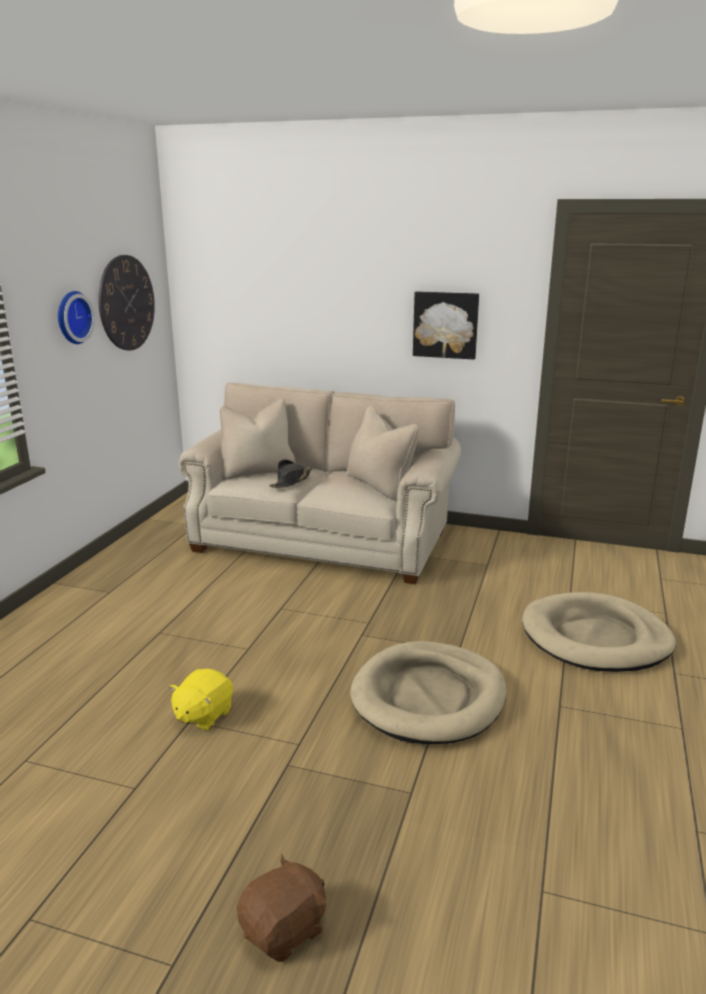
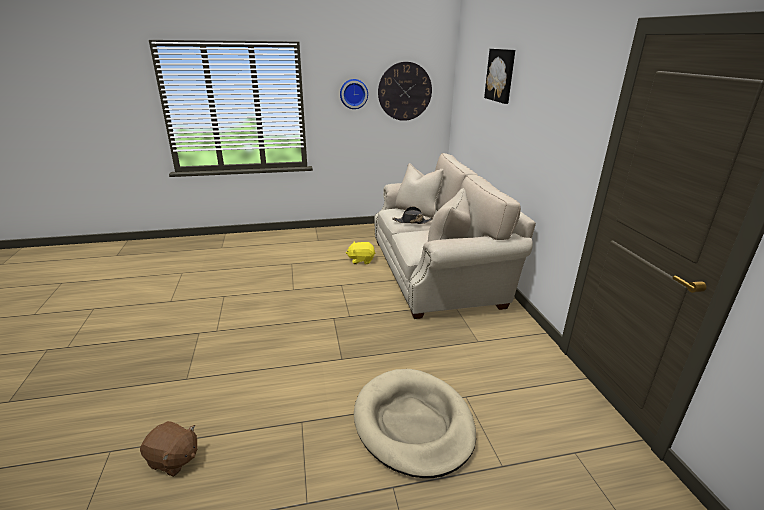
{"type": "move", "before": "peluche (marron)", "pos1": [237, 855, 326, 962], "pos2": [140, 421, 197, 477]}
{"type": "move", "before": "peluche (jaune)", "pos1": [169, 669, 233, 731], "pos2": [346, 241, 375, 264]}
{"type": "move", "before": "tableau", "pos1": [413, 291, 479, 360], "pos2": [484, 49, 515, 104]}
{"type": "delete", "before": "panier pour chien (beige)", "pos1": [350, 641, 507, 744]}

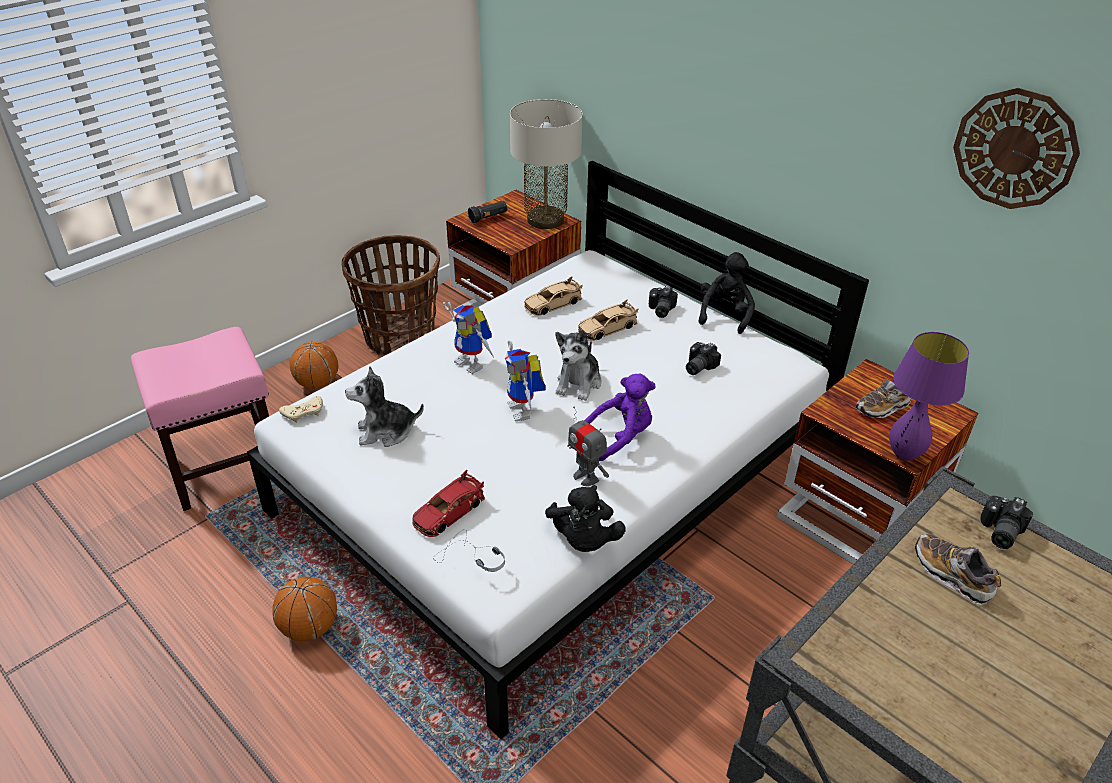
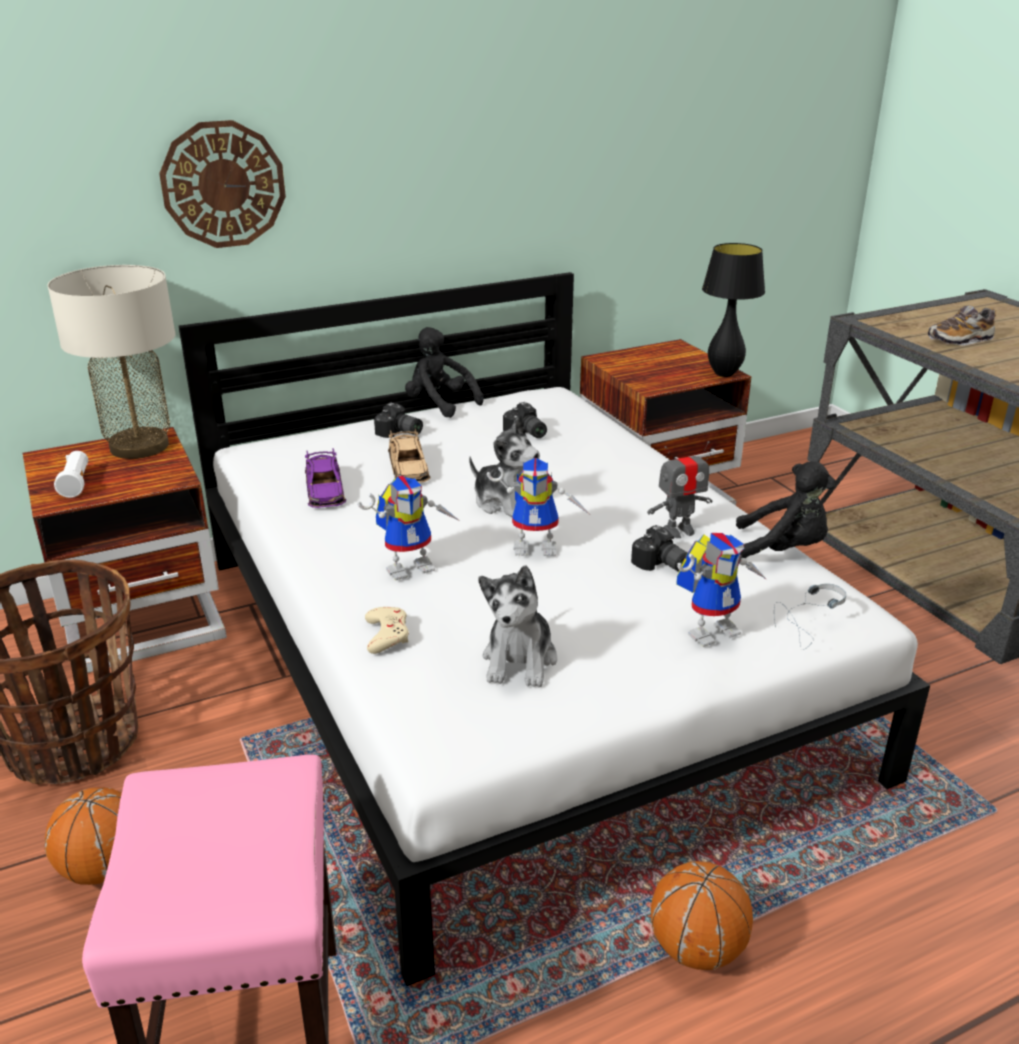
{"type": "recolor", "before": "lampe de poche (noir)", "after": "lampe de poche (blanc)", "pos1": [468, 201, 508, 223], "pos2": [54, 451, 88, 498]}
{"type": "move", "before": "horloge murale", "pos1": [953, 88, 1080, 209], "pos2": [159, 120, 286, 248]}
{"type": "recolor", "before": "petite voiture (beige)", "after": "petite voiture (violet)", "pos1": [524, 276, 583, 316], "pos2": [305, 448, 346, 508]}
{"type": "move", "before": "manette (beige)", "pos1": [279, 396, 323, 423], "pos2": [365, 607, 409, 654]}
{"type": "move", "before": "appareil photo", "pos1": [980, 496, 1033, 549], "pos2": [631, 525, 688, 572]}
{"type": "replace", "before": "petite voiture (rouge)", "after": "robot jouet", "pos1": [412, 470, 485, 537], "pos2": [676, 533, 766, 647]}
{"type": "recolor", "before": "lampe de table (violet)", "after": "lampe de table (noir)", "pos1": [889, 332, 969, 461], "pos2": [702, 243, 765, 377]}
{"type": "delete", "before": "peluche (violet)", "pos1": [584, 374, 656, 461]}
{"type": "delete", "before": "chaussure", "pos1": [856, 379, 911, 418]}

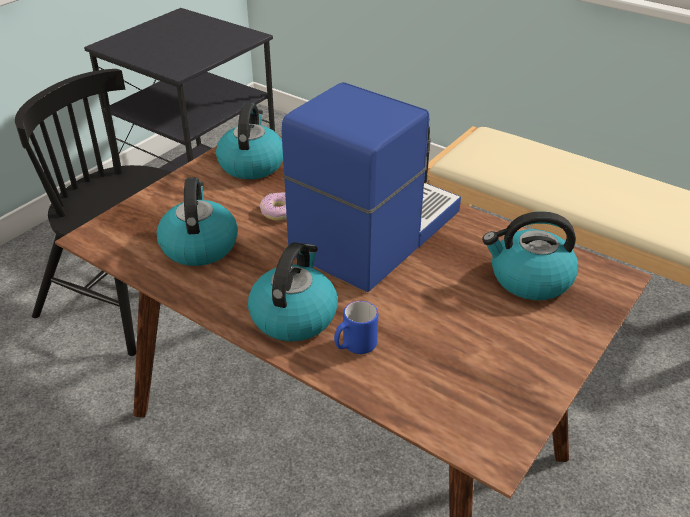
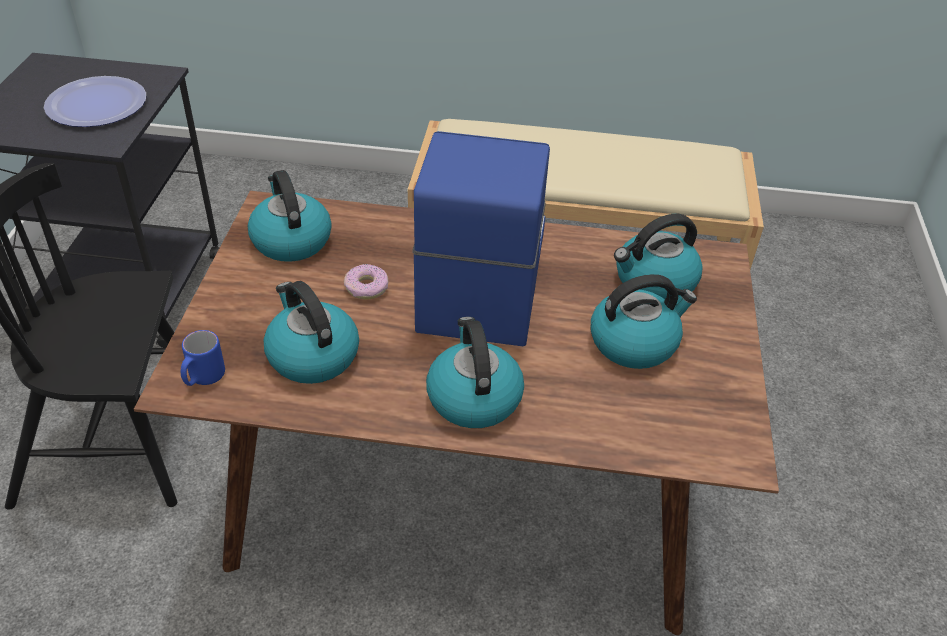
{"type": "insert", "after": "assiette", "pos2": [44, 76, 146, 127]}
{"type": "move", "before": "mug (bleu)", "pos1": [334, 301, 378, 354], "pos2": [181, 330, 225, 386]}
{"type": "insert", "after": "bouilloire", "pos2": [591, 274, 697, 369]}

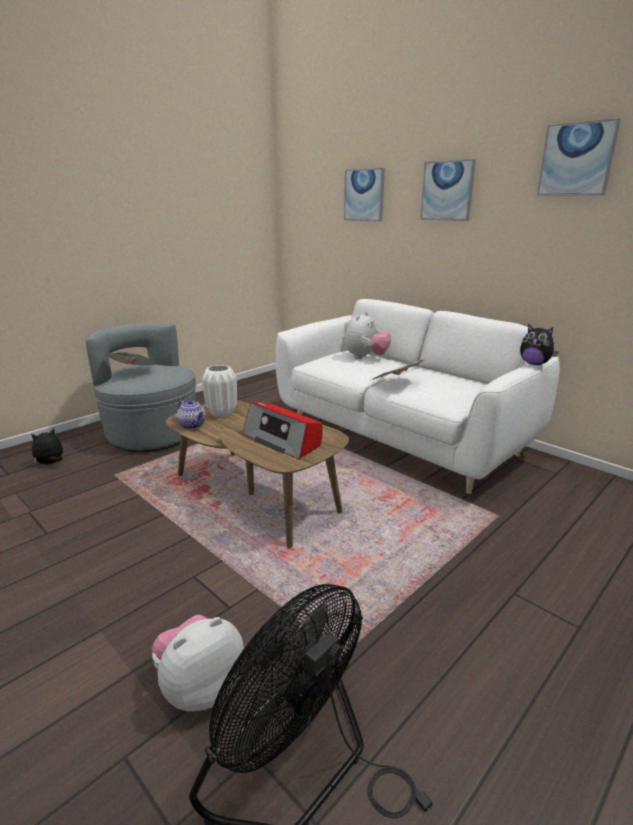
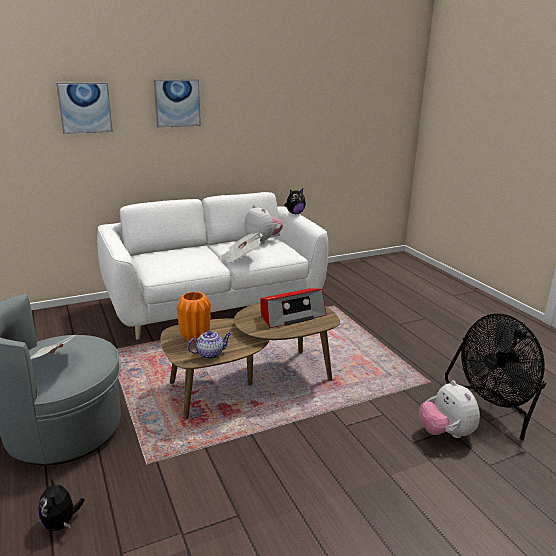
{"type": "recolor", "before": "vase (blanc)", "after": "vase (orange)", "pos1": [202, 365, 237, 417], "pos2": [177, 292, 211, 343]}
{"type": "move", "before": "peluche", "pos1": [345, 312, 391, 359], "pos2": [244, 205, 283, 244]}
{"type": "delete", "before": "tableau", "pos1": [537, 118, 621, 196]}

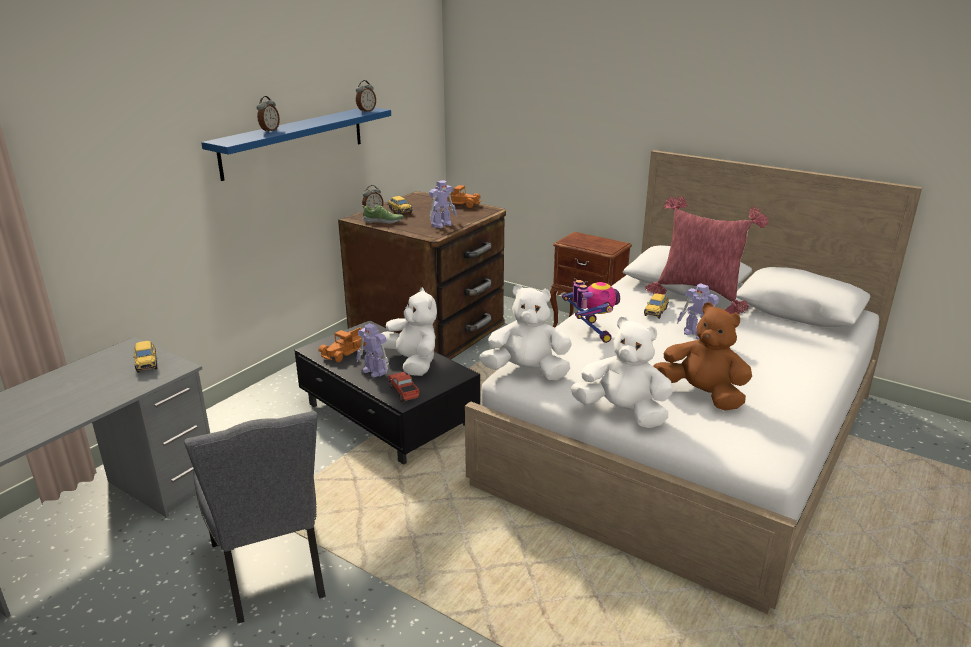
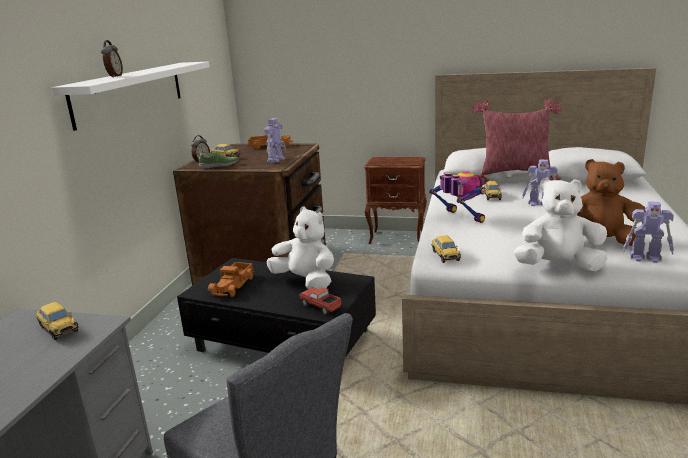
{"type": "recolor", "before": "étagère (bleu)", "after": "étagère (blanc)", "pos1": [201, 108, 391, 181], "pos2": [51, 62, 210, 131]}
{"type": "replace", "before": "peluche (blanc)", "after": "petite voiture", "pos1": [479, 284, 572, 380], "pos2": [431, 235, 461, 263]}
{"type": "move", "before": "robot jouet", "pos1": [356, 323, 389, 377], "pos2": [623, 201, 674, 263]}
{"type": "delete", "before": "réveil", "pos1": [356, 80, 376, 113]}

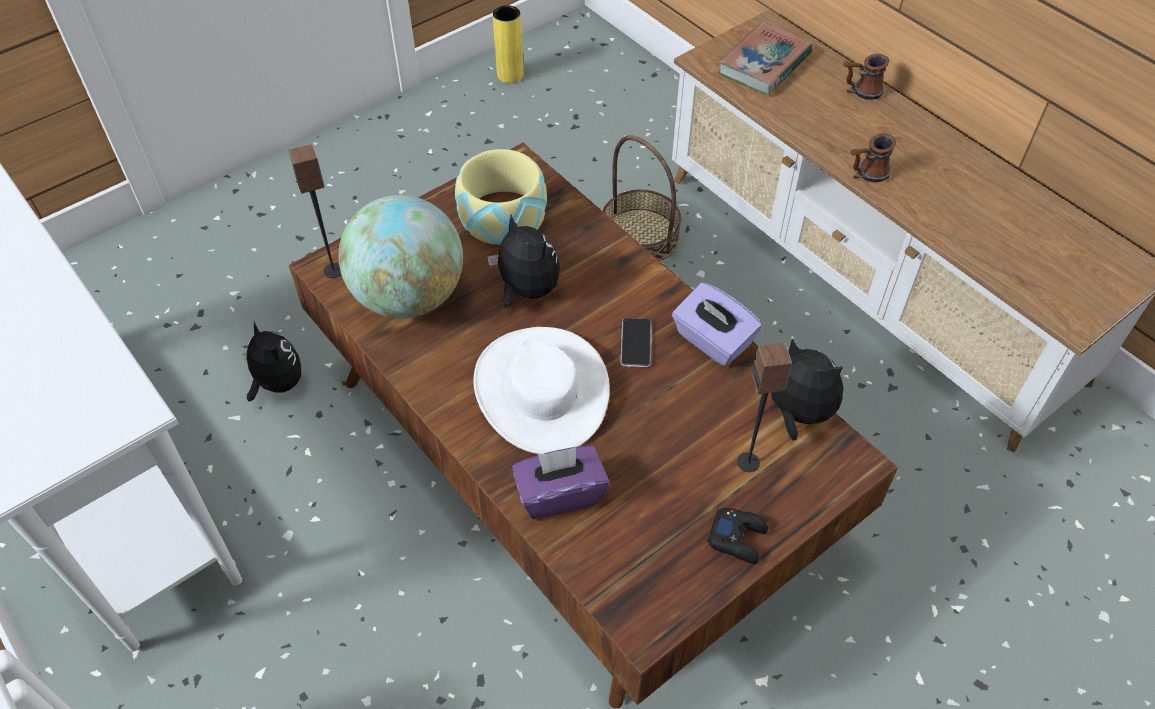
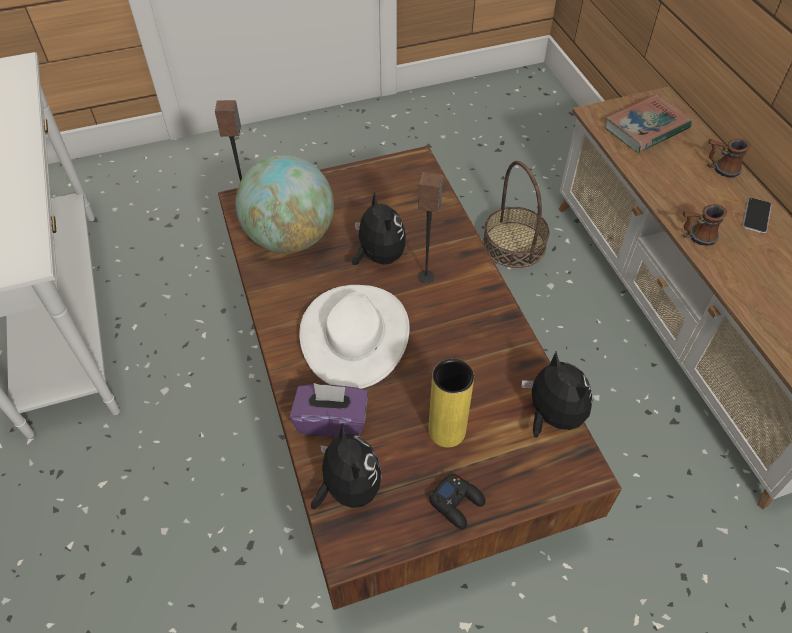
{"type": "move", "before": "peluche", "pos1": [242, 321, 301, 401], "pos2": [311, 424, 382, 509]}
{"type": "move", "before": "enceinte", "pos1": [737, 343, 792, 472], "pos2": [418, 172, 443, 283]}
{"type": "move", "before": "vase (jaune)", "pos1": [493, 5, 523, 83], "pos2": [428, 359, 474, 448]}
{"type": "move", "before": "téléphone", "pos1": [621, 318, 652, 367], "pos2": [743, 198, 771, 234]}
{"type": "delete", "before": "bol", "pos1": [455, 149, 547, 245]}
{"type": "delete", "before": "boîte à mouchoirs (violet)", "pos1": [672, 282, 762, 366]}

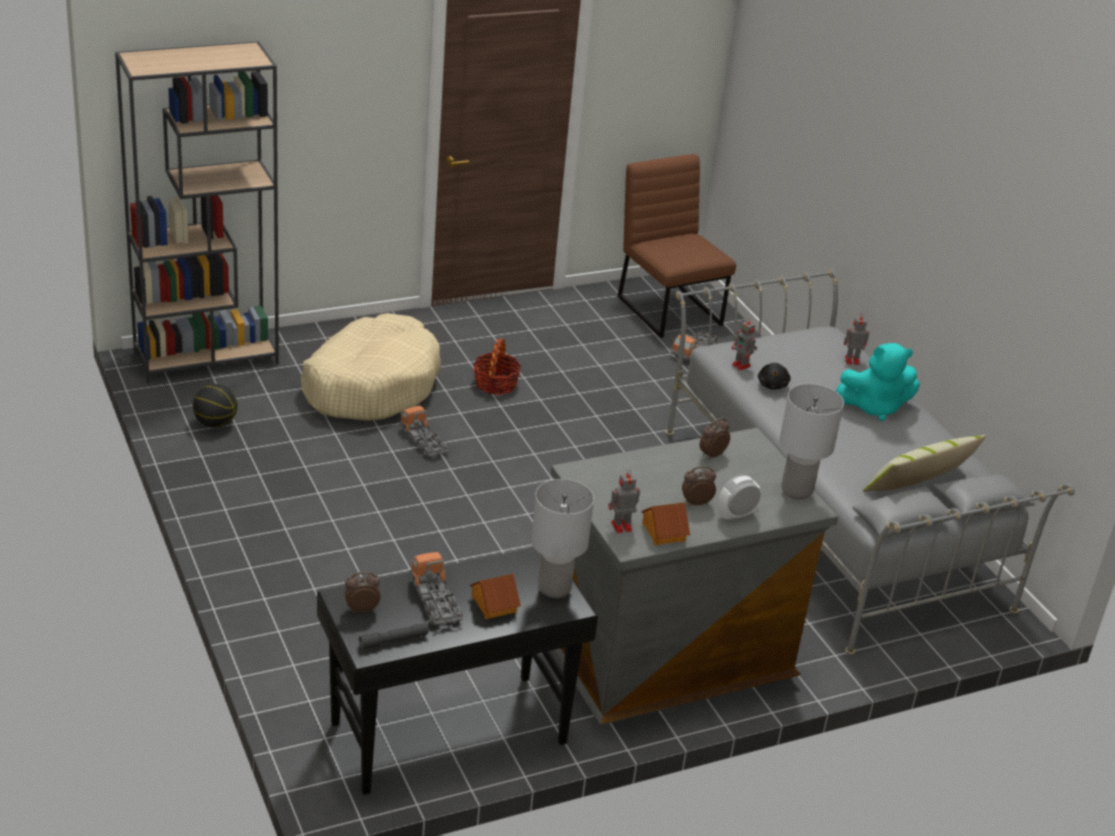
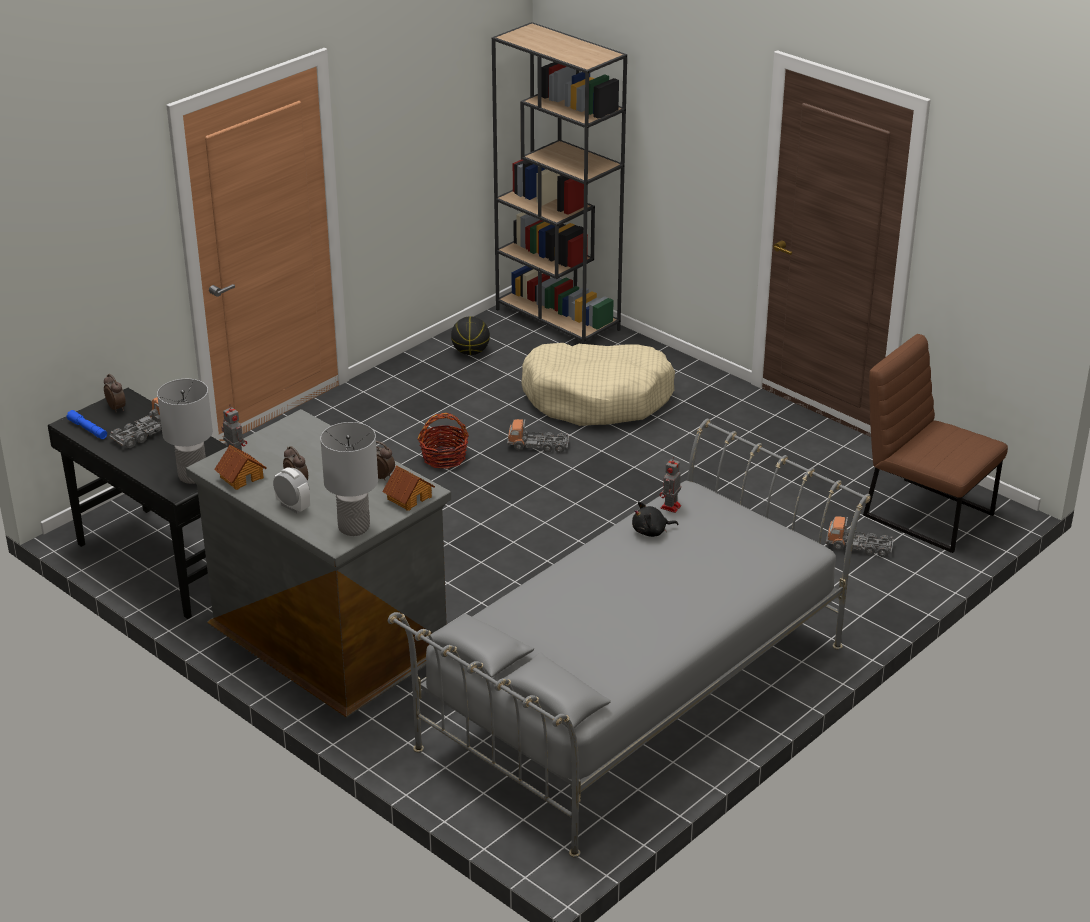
{"type": "recolor", "before": "lampe de poche (gris)", "after": "lampe de poche (bleu)", "pos1": [359, 623, 428, 650], "pos2": [67, 410, 107, 439]}
{"type": "move", "before": "maison miniature", "pos1": [470, 573, 521, 619], "pos2": [382, 465, 435, 511]}
{"type": "move", "before": "panier", "pos1": [473, 339, 522, 395], "pos2": [418, 413, 469, 469]}
{"type": "rotate", "before": "camion jouet", "pos1": [400, 406, 449, 458], "pos2": [507, 419, 569, 453], "turn": -120}
{"type": "rotate", "before": "chaise (marron)", "pos1": [617, 154, 736, 338], "pos2": [863, 334, 1008, 553], "turn": -90}
{"type": "delete", "before": "peluche (turquoise)", "pos1": [836, 343, 920, 421]}
{"type": "delete", "before": "robot jouet", "pos1": [844, 314, 870, 365]}
{"type": "delete", "before": "coussin", "pos1": [863, 435, 987, 492]}

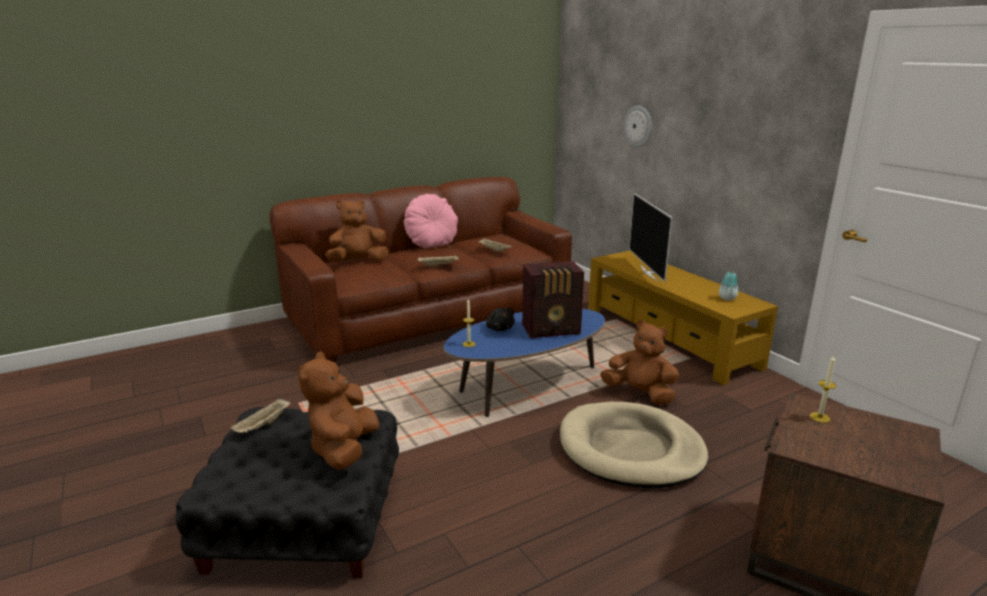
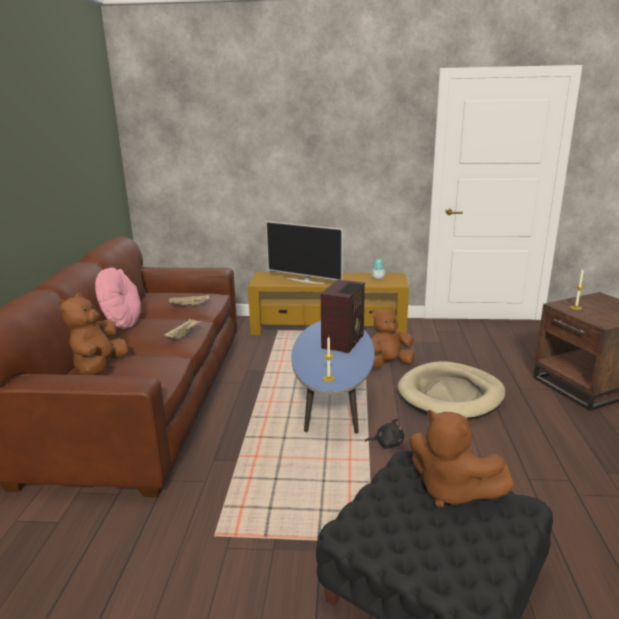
{"type": "move", "before": "peluche (noir)", "pos1": [486, 307, 515, 331], "pos2": [365, 419, 404, 449]}
{"type": "delete", "before": "plateau (beige)", "pos1": [230, 397, 290, 433]}
{"type": "delete", "before": "horloge murale", "pos1": [624, 106, 652, 147]}

